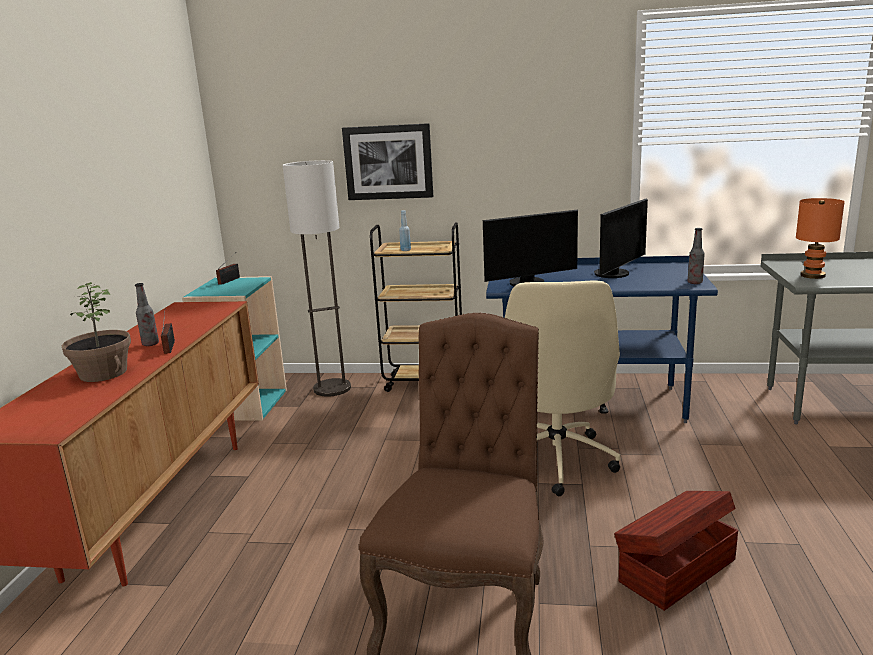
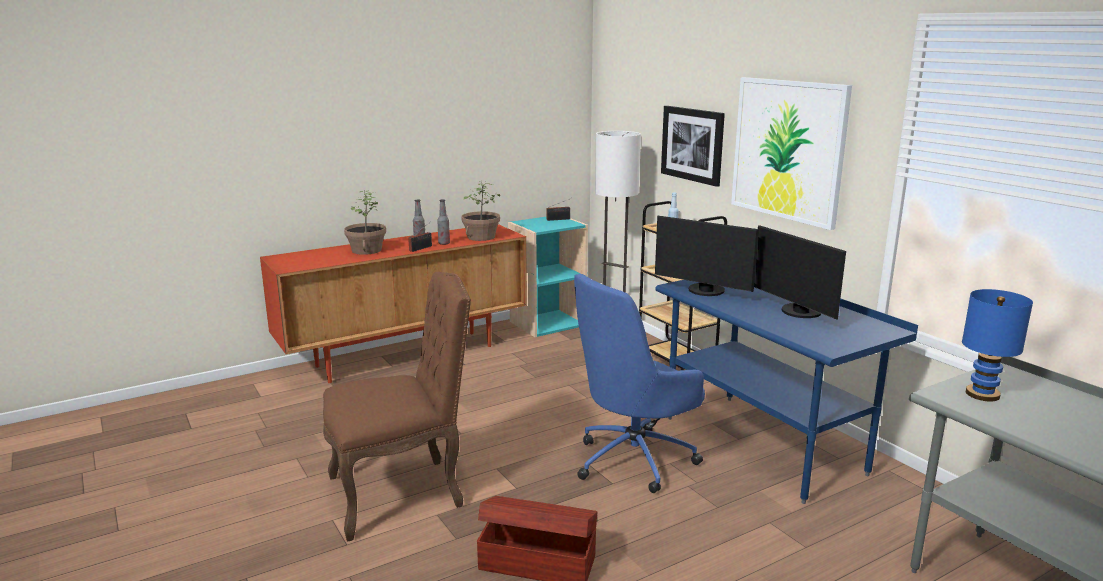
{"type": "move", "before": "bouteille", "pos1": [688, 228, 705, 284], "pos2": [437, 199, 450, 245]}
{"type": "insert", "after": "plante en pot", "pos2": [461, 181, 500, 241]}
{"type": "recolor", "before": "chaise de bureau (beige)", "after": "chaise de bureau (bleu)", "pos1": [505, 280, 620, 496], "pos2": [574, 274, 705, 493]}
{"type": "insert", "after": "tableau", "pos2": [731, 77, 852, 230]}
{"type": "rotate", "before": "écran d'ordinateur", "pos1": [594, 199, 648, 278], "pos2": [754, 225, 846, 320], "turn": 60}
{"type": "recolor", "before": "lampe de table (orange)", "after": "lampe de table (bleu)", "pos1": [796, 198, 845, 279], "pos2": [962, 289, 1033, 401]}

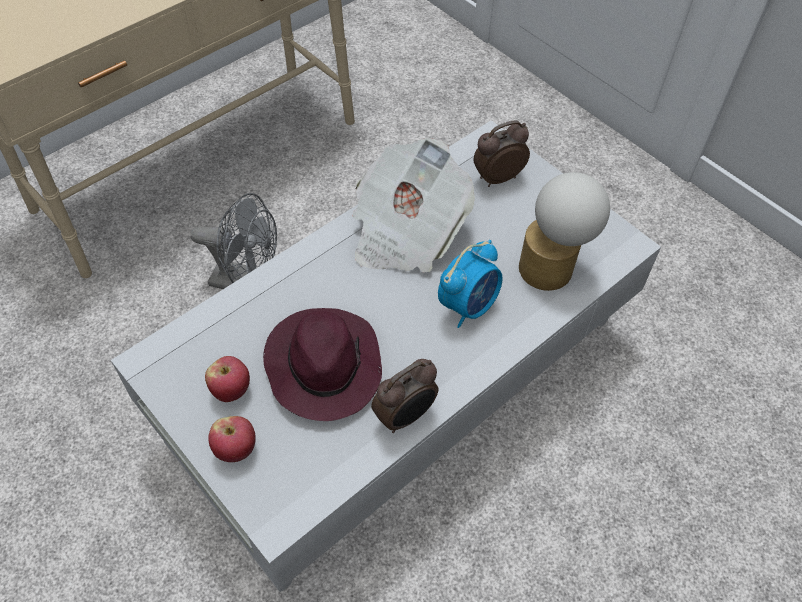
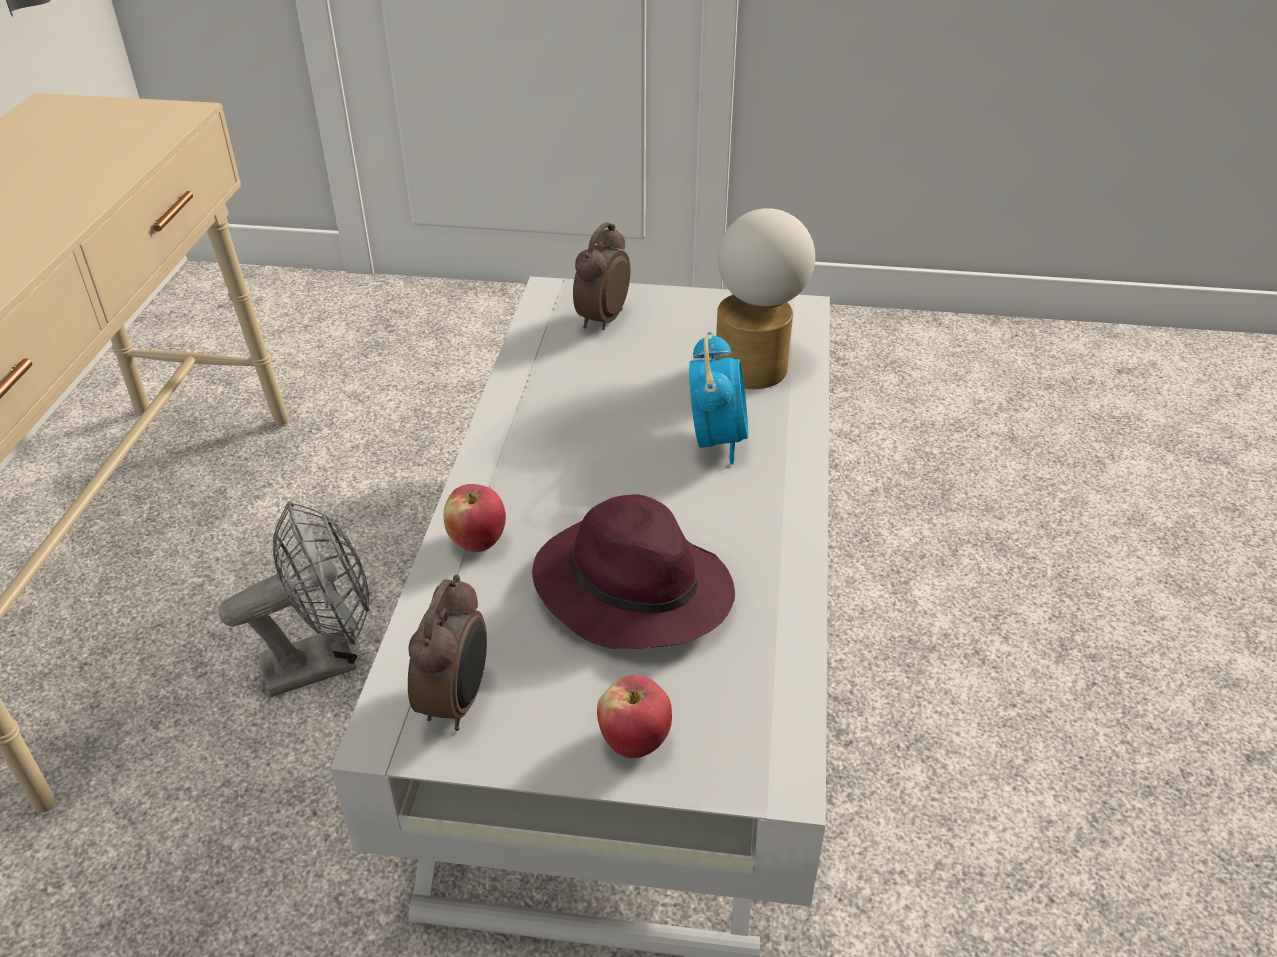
{"type": "move", "before": "réveil", "pos1": [371, 359, 438, 433], "pos2": [408, 574, 487, 731]}
{"type": "move", "before": "pomme", "pos1": [205, 356, 250, 402], "pos2": [444, 484, 506, 552]}
{"type": "delete", "before": "journal", "pos1": [352, 138, 475, 273]}

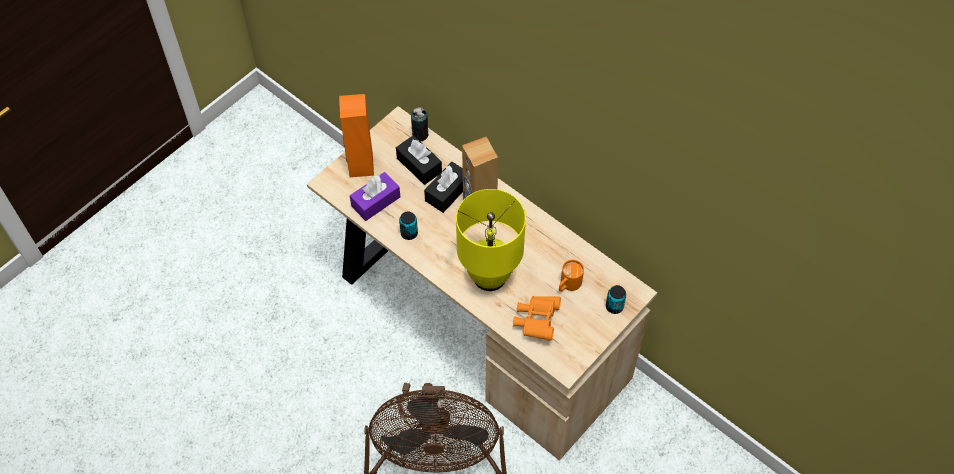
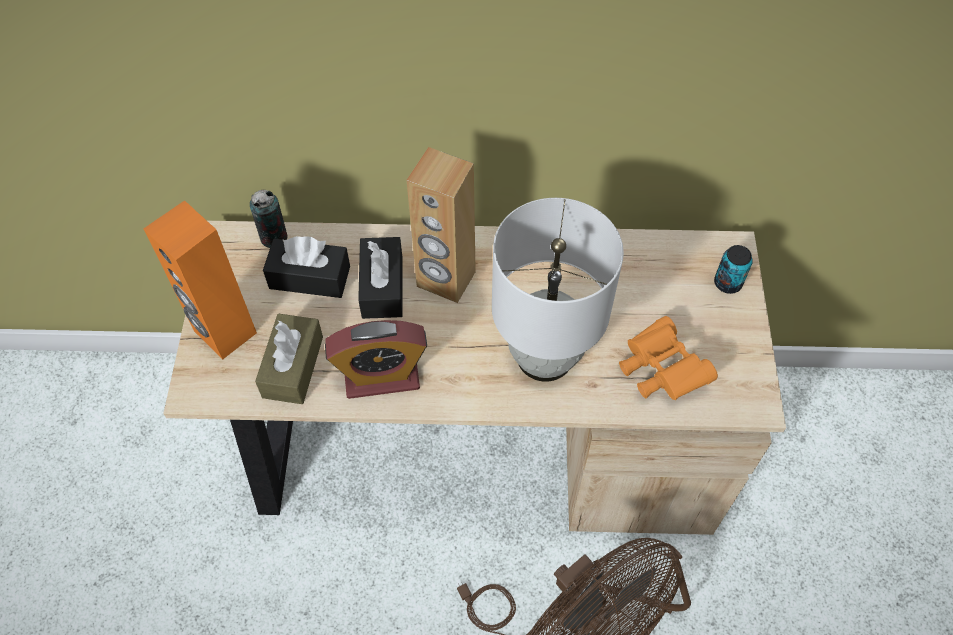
{"type": "recolor", "before": "boîte à mouchoirs (violet)", "after": "boîte à mouchoirs (marron)", "pos1": [350, 172, 400, 221], "pos2": [255, 313, 323, 404]}
{"type": "replace", "before": "boîte métallique", "after": "réveil", "pos1": [399, 211, 418, 240], "pos2": [325, 320, 427, 399]}
{"type": "recolor", "before": "lampe de table (jaune)", "after": "lampe de table (blanc)", "pos1": [456, 189, 526, 291], "pos2": [492, 198, 624, 382]}
{"type": "delete", "before": "mug (orange)", "pos1": [559, 260, 584, 292]}

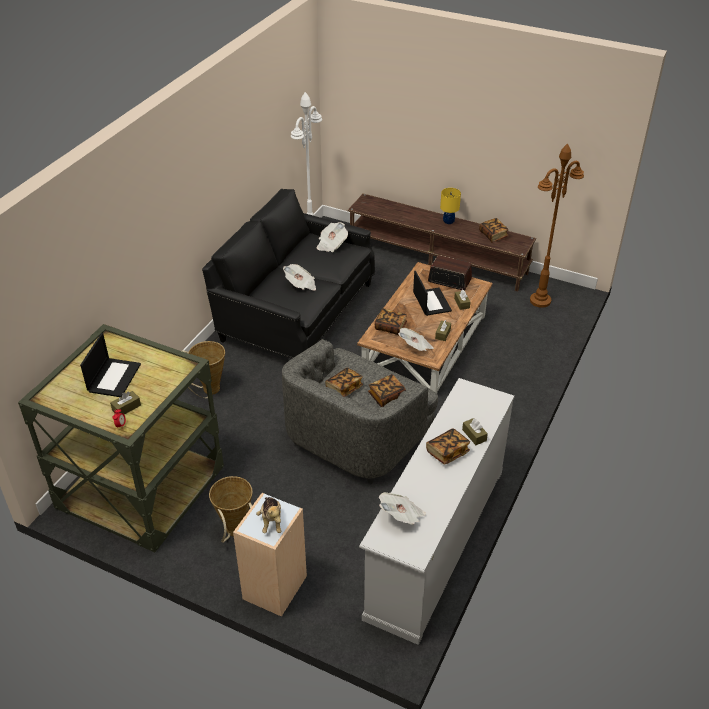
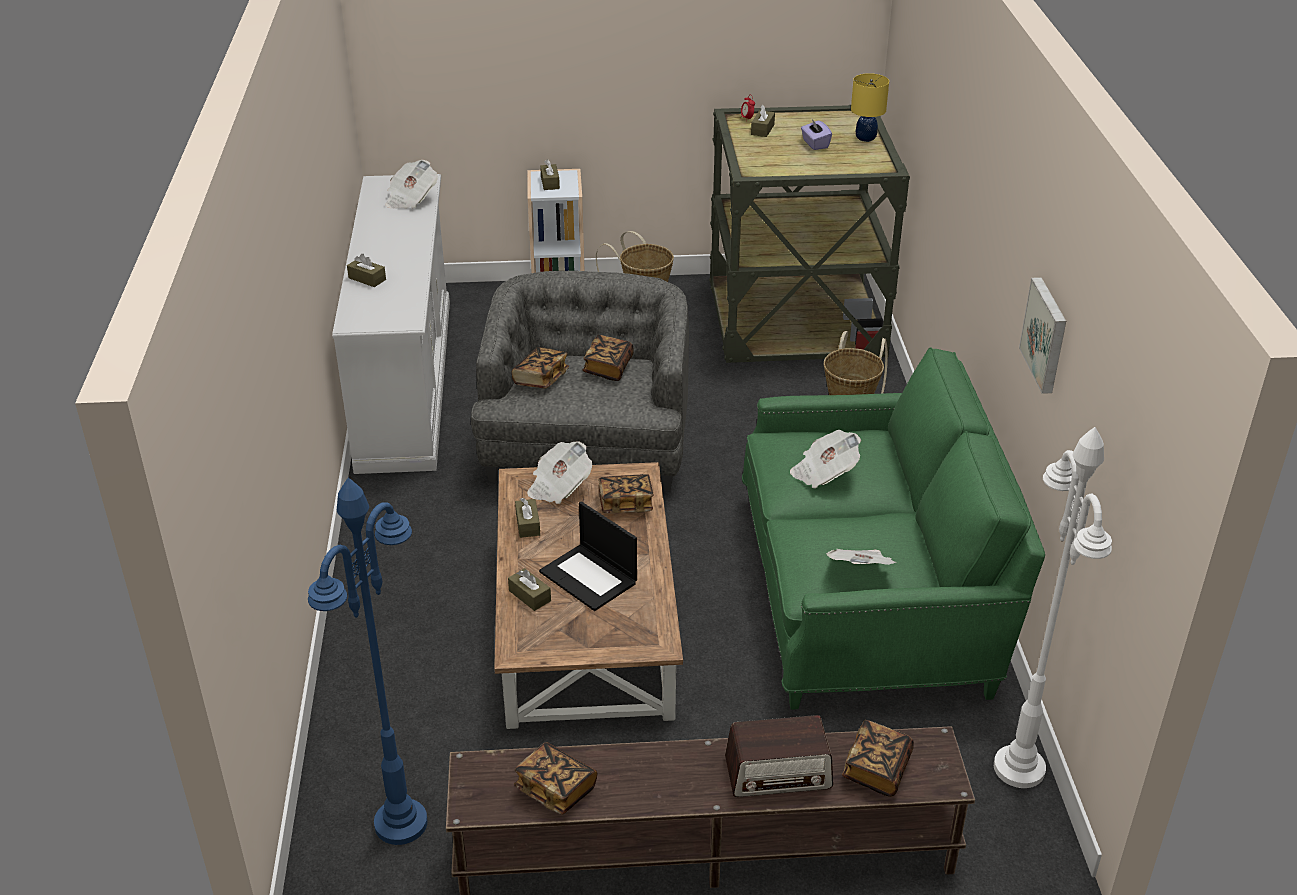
{"type": "recolor", "before": "lampadaire (marron)", "after": "lampadaire (bleu)", "pos1": [530, 143, 584, 308], "pos2": [308, 477, 428, 845]}
{"type": "replace", "before": "peluche", "after": "boîte à mouchoirs (marron)", "pos1": [256, 497, 281, 534], "pos2": [540, 159, 560, 190]}
{"type": "move", "before": "radio", "pos1": [428, 255, 472, 291], "pos2": [725, 715, 833, 797]}
{"type": "recolor", "before": "canapé (noir)", "after": "canapé (vert)", "pos1": [202, 189, 375, 358], "pos2": [742, 347, 1045, 710]}
{"type": "replace", "before": "ordinateur portable", "after": "boîte à mouchoirs (violet)", "pos1": [80, 333, 141, 397], "pos2": [801, 119, 832, 150]}
{"type": "move", "before": "livre", "pos1": [426, 429, 470, 465], "pos2": [842, 720, 914, 797]}
{"type": "move", "before": "lampe de table (jaune)", "pos1": [440, 188, 461, 224], "pos2": [851, 73, 889, 142]}
{"type": "insert", "after": "tableau", "pos2": [1019, 277, 1066, 394]}

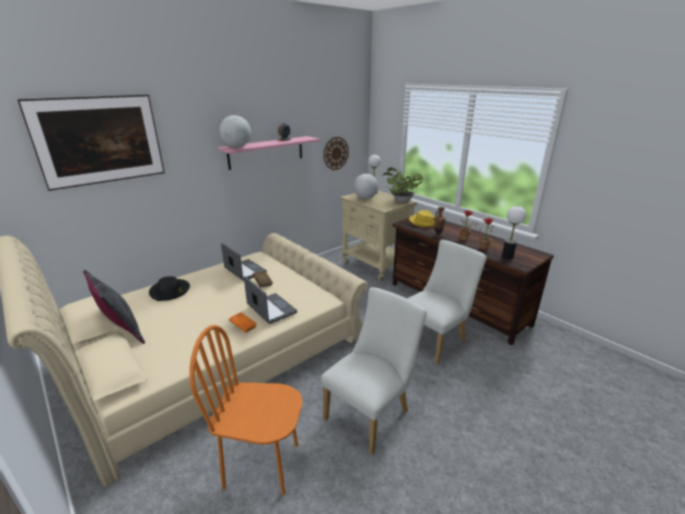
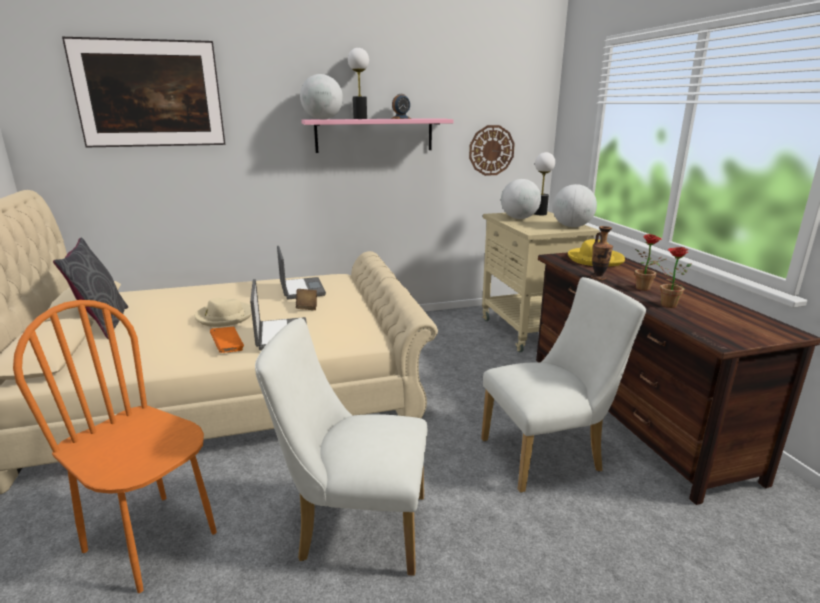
{"type": "insert", "after": "chapeau (beige)", "pos2": [195, 298, 252, 327]}
{"type": "rotate", "before": "chaise (blanc)", "pos1": [321, 287, 427, 455], "pos2": [255, 318, 427, 576], "turn": -150}
{"type": "move", "before": "lampe de table", "pos1": [502, 206, 526, 259], "pos2": [348, 48, 369, 119]}
{"type": "replace", "before": "plante en pot", "after": "globe", "pos1": [382, 167, 423, 203], "pos2": [553, 184, 597, 227]}
{"type": "delete", "before": "chapeau (noir)", "pos1": [149, 276, 190, 301]}

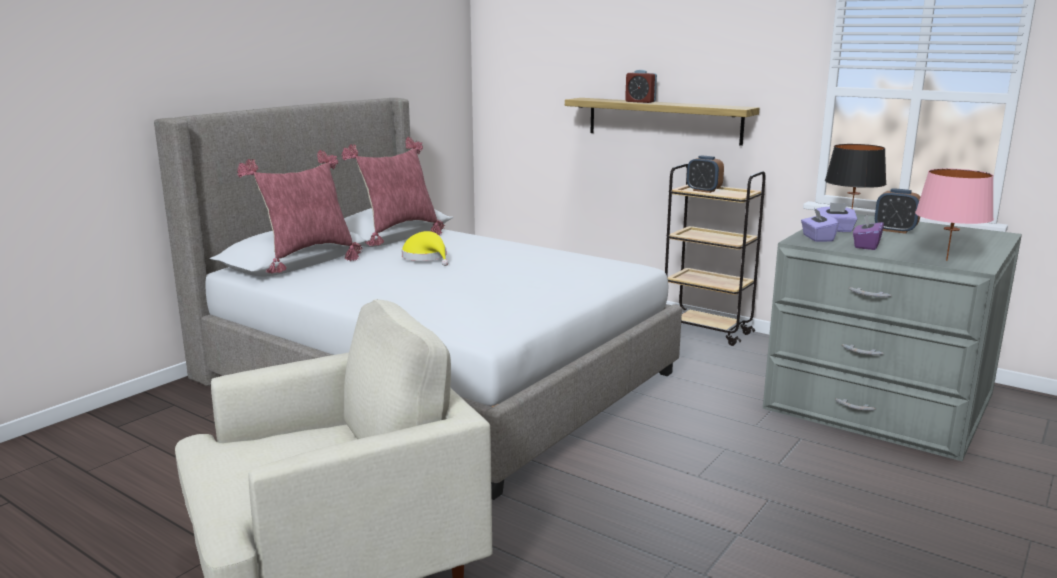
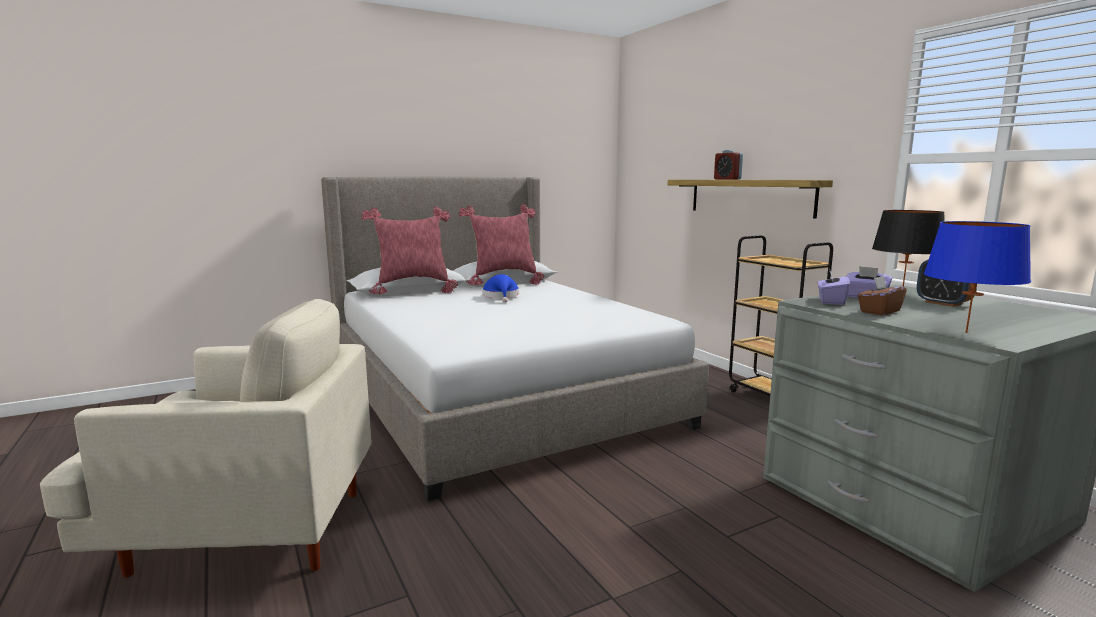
{"type": "recolor", "before": "chapeau (jaune)", "after": "chapeau (bleu)", "pos1": [401, 231, 449, 266], "pos2": [482, 274, 519, 303]}
{"type": "recolor", "before": "boîte à mouchoirs (violet)", "after": "boîte à mouchoirs (marron)", "pos1": [853, 214, 884, 250], "pos2": [858, 276, 907, 316]}
{"type": "recolor", "before": "lampe de table (rose)", "after": "lampe de table (bleu)", "pos1": [915, 169, 994, 261], "pos2": [924, 221, 1031, 333]}
{"type": "delete", "before": "réveil", "pos1": [687, 156, 724, 193]}

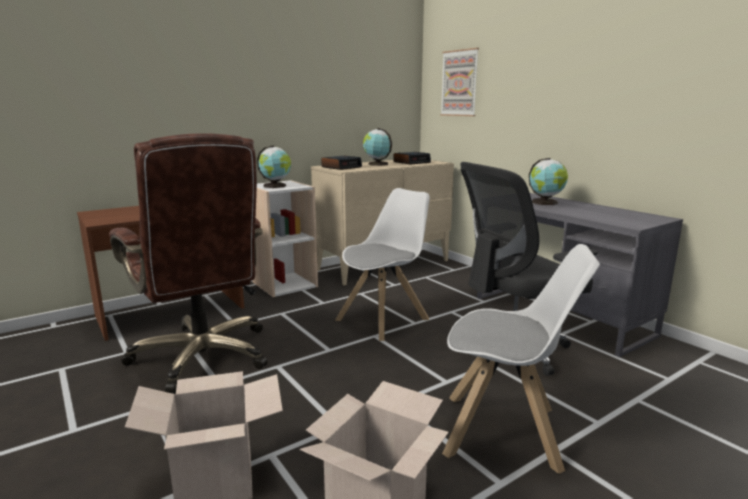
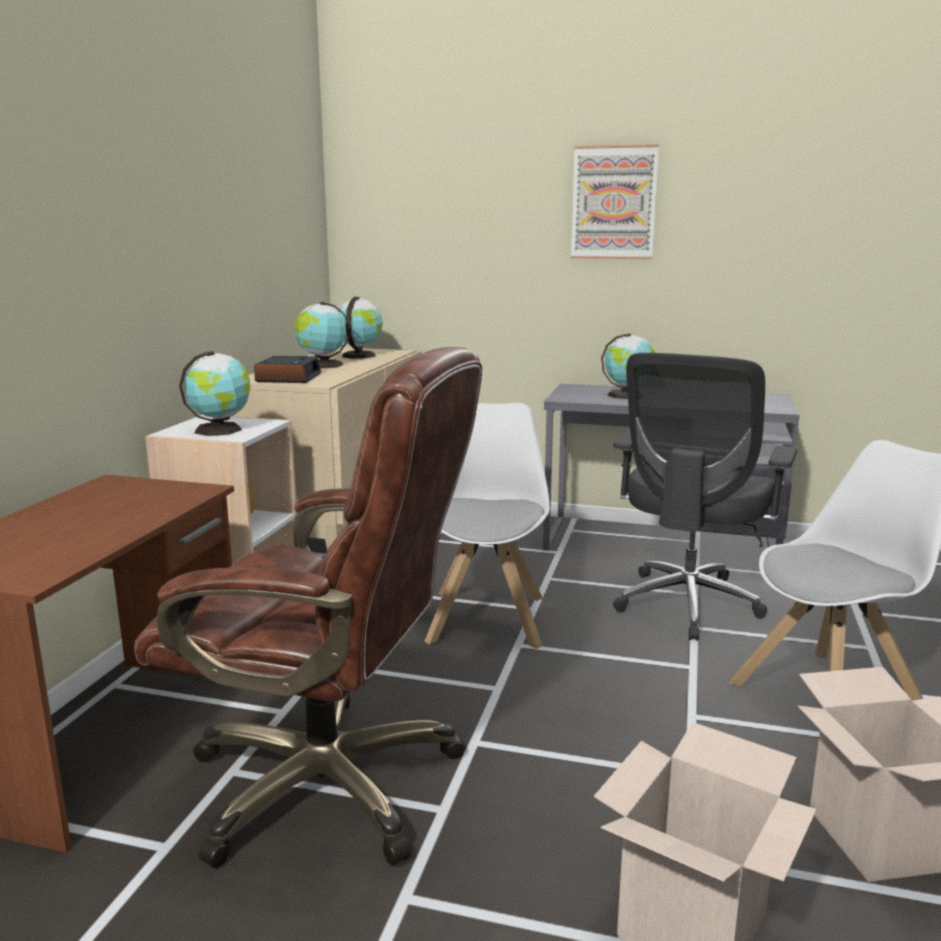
{"type": "replace", "before": "réveil", "after": "globe", "pos1": [393, 152, 431, 165], "pos2": [337, 297, 382, 359]}
{"type": "move", "before": "tableau", "pos1": [440, 48, 479, 116], "pos2": [571, 144, 659, 259]}

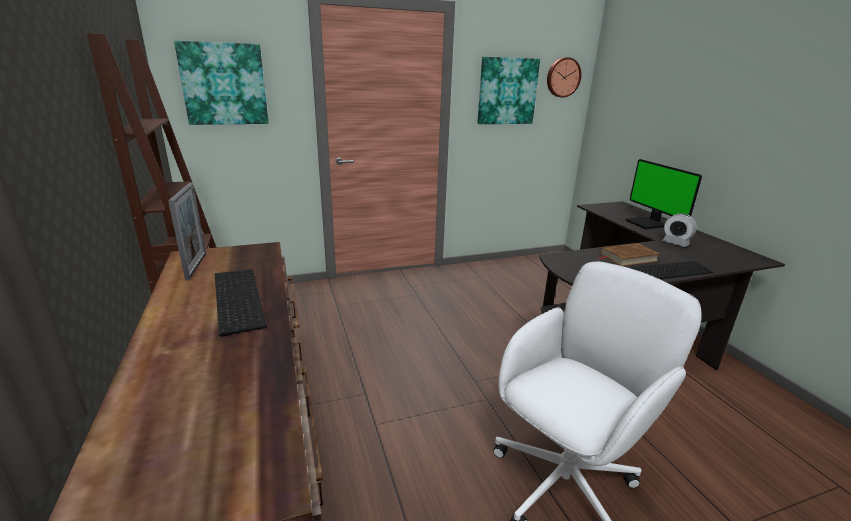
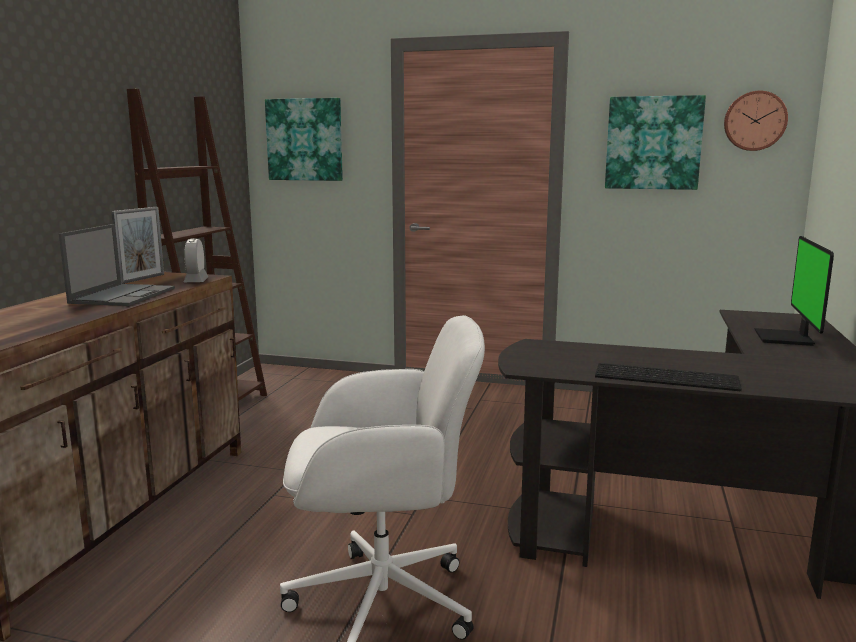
{"type": "replace", "before": "clavier", "after": "ordinateur portable", "pos1": [215, 269, 267, 337], "pos2": [59, 224, 175, 306]}
{"type": "move", "before": "réveil", "pos1": [662, 213, 697, 247], "pos2": [184, 238, 208, 282]}
{"type": "delete", "before": "livre (marron)", "pos1": [599, 243, 660, 266]}

